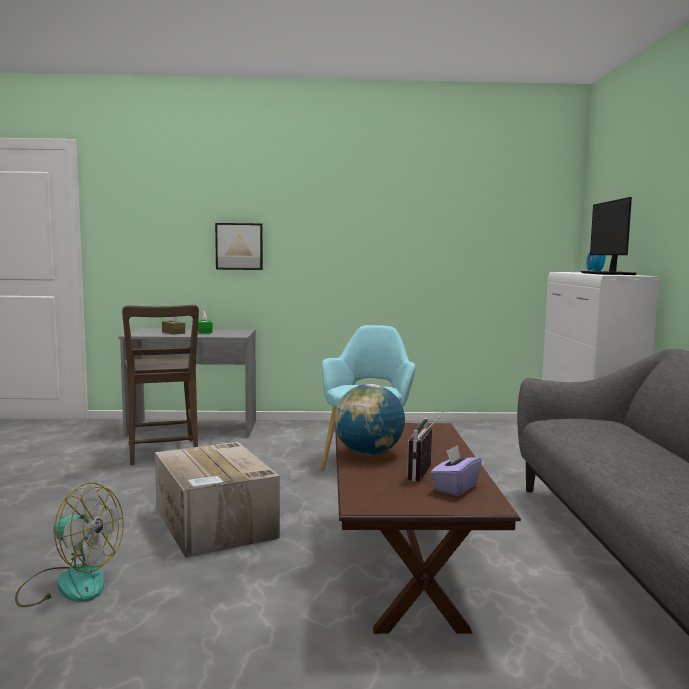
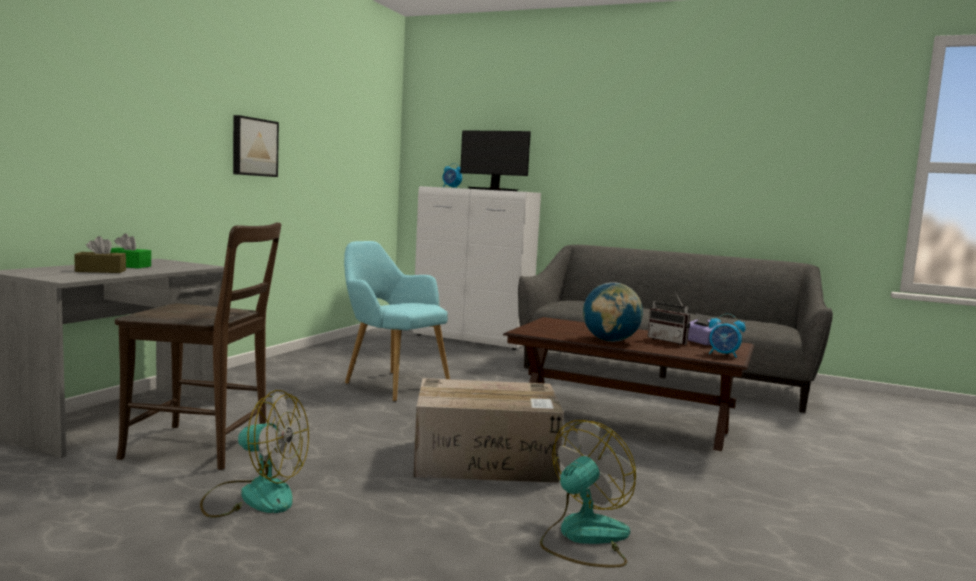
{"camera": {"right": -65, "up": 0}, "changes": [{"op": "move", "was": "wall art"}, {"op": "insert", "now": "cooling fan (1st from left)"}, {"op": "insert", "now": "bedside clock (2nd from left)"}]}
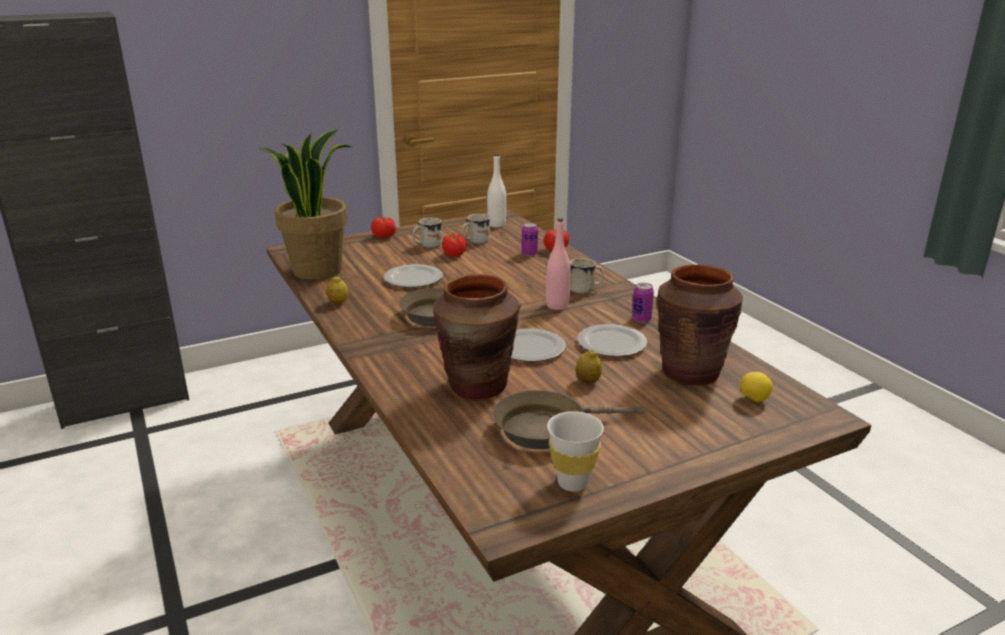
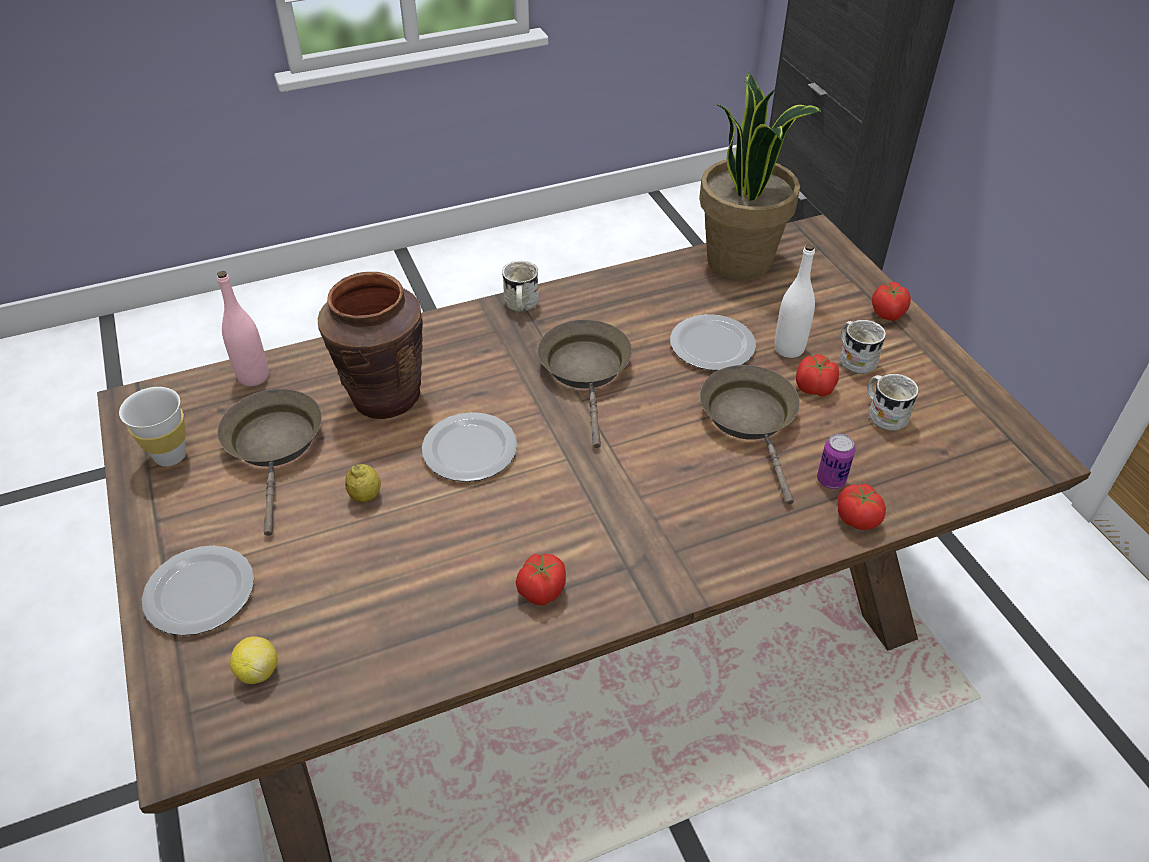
{"camera": {"right": 95, "up": 20}, "changes": [{"op": "delete", "was": "lemon (1st from left)"}, {"op": "move", "was": "beverage bottle in white"}, {"op": "move", "was": "beverage bottle in pink"}, {"op": "move", "was": "mug in white (3rd from left in the first image)", "now": "mug in white (1st from left)"}, {"op": "move", "was": "flat dish (3rd from left in the first image)", "now": "flat dish (1st from left)"}, {"op": "replace", "was": "can (2nd from left)", "now": "tomato (1st from left)"}, {"op": "delete", "was": "flower vase in brownish (2nd from left)"}, {"op": "insert", "now": "pan in brownish (3rd from left)"}]}
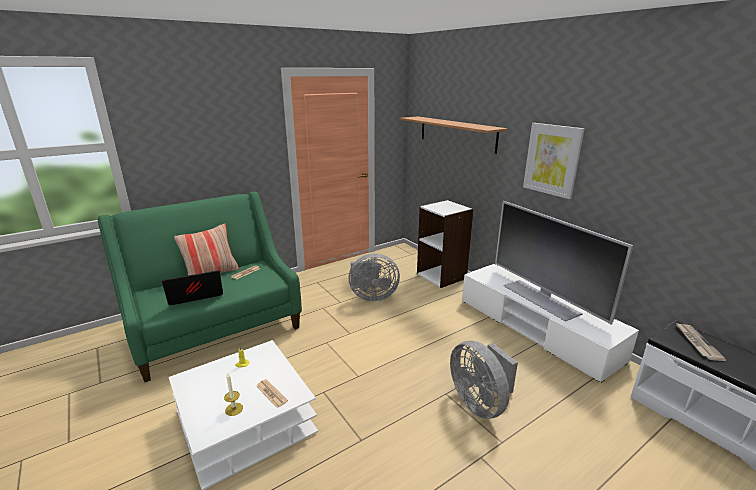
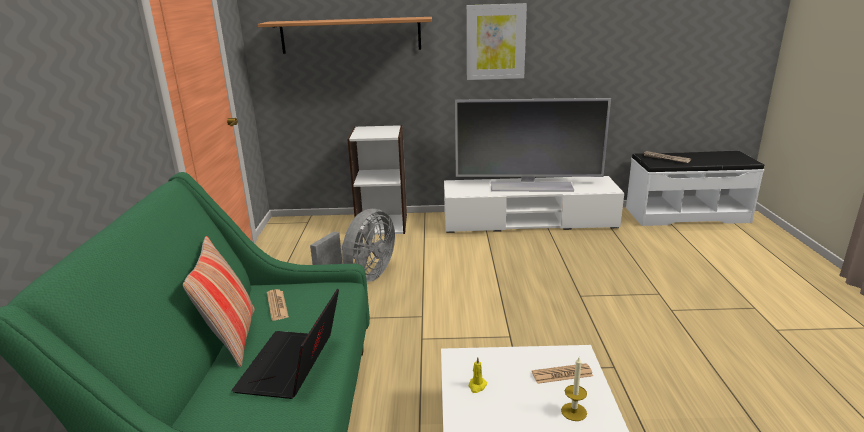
{"camera": {"right": -55, "up": 0}, "changes": [{"op": "delete", "was": "cooling fan in gray (2nd from left)"}]}
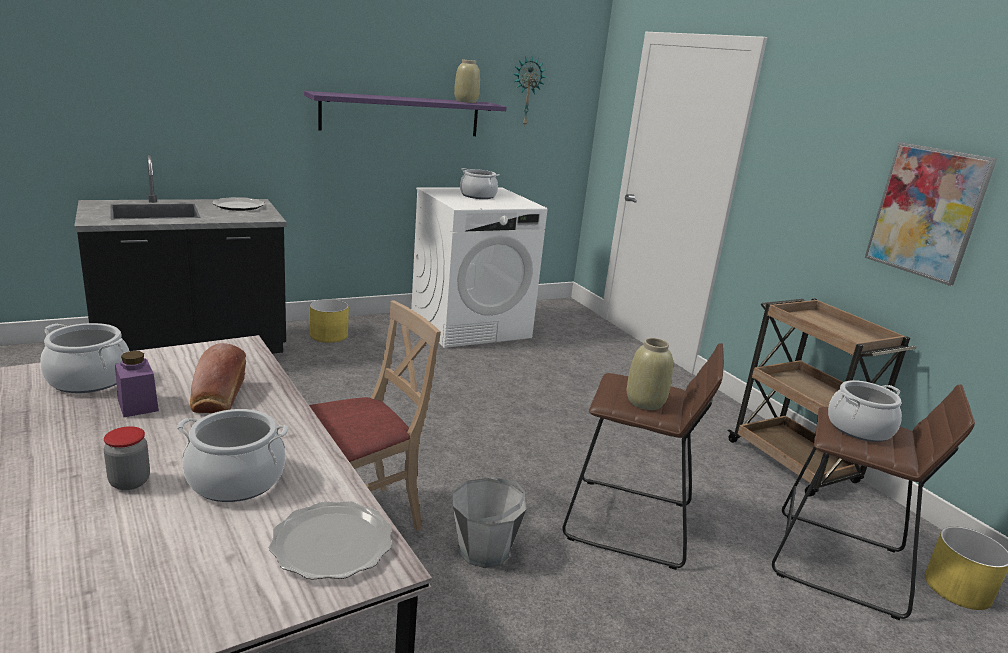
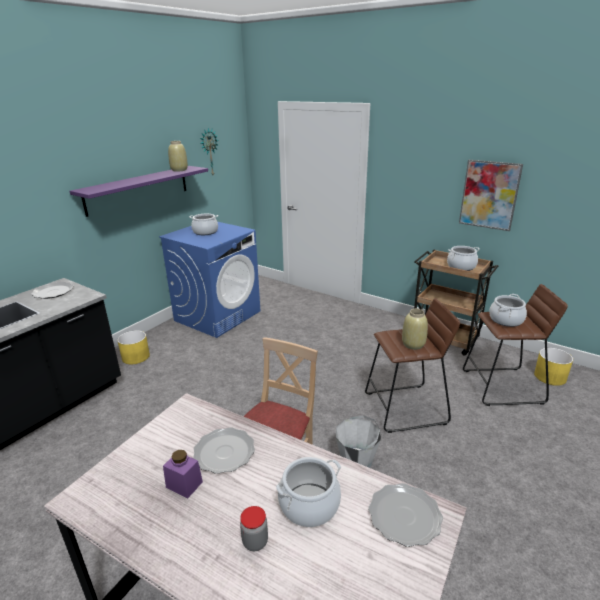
{"camera": {"right": -25, "up": 5}, "changes": [{"op": "move", "was": "stockpot (1st from left in the first image)", "now": "stockpot (3rd from left)"}, {"op": "replace", "was": "bakery bread", "now": "flat dish (2nd from left)"}, {"op": "recolor", "was": "laundry machine in white", "now": "laundry machine in blue-coloured"}]}
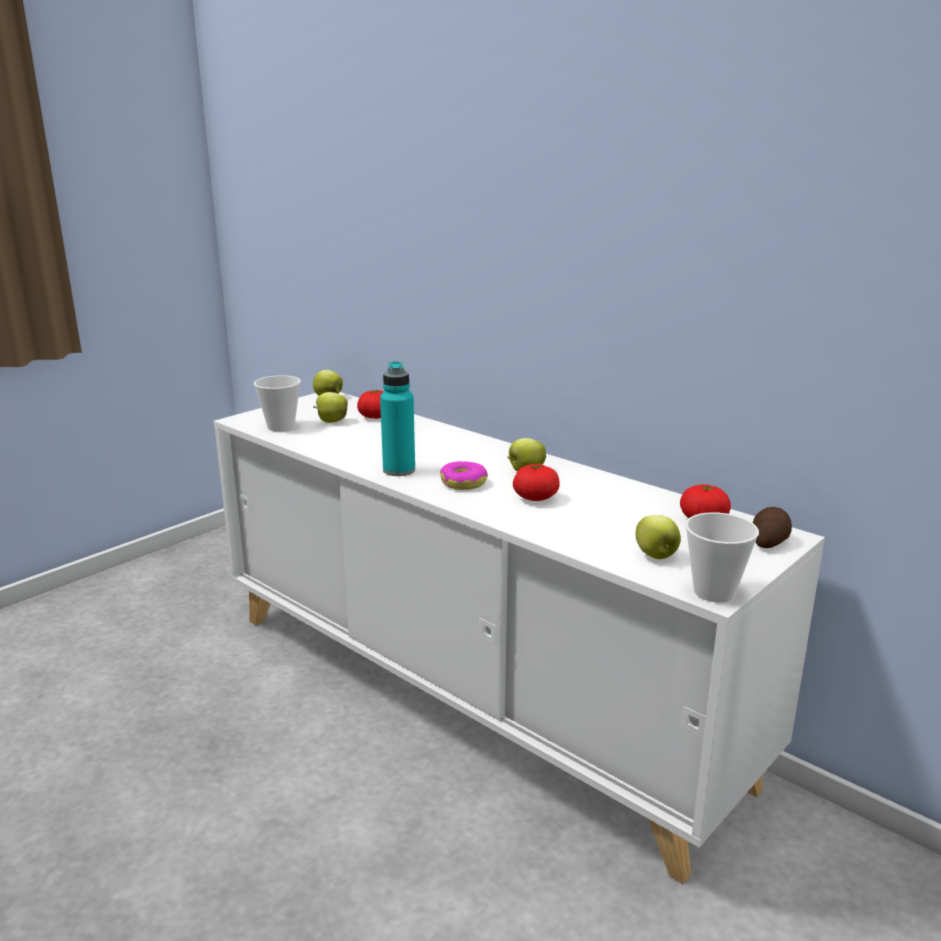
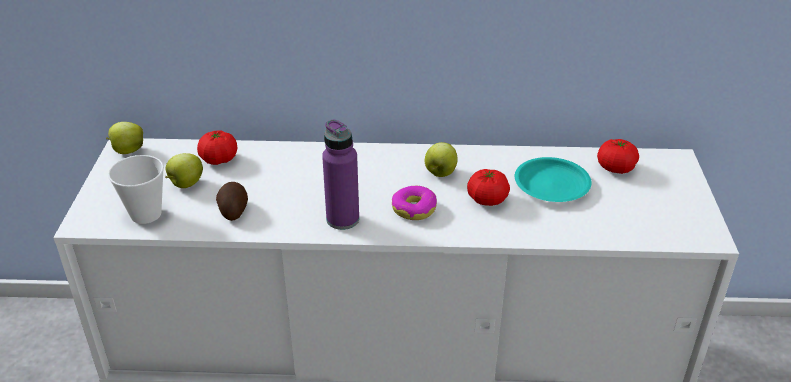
{"camera": {"right": -40, "up": 15}, "changes": [{"op": "recolor", "was": "beverage bottle in blue-green", "now": "beverage bottle in purple"}, {"op": "delete", "was": "apple (4th from left)"}, {"op": "delete", "was": "cup (2nd from left)"}, {"op": "move", "was": "whole potato"}, {"op": "insert", "now": "flat dish in blue-green"}]}
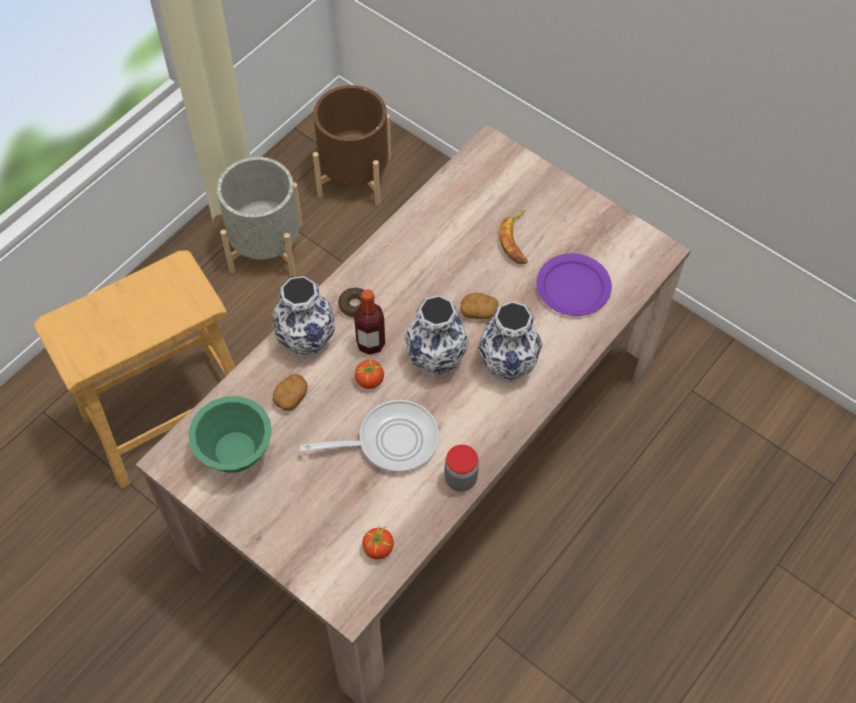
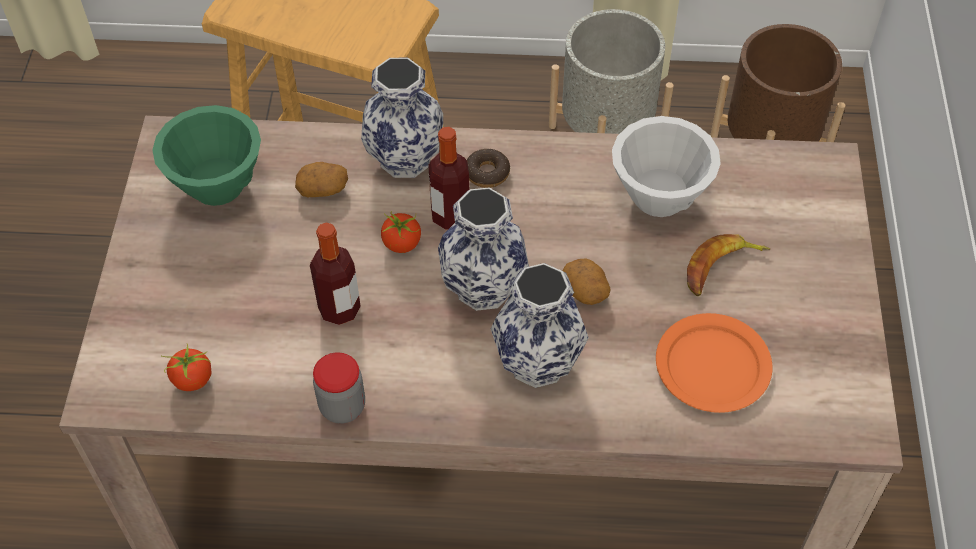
{"camera": {"right": 55, "up": -5}, "changes": [{"op": "replace", "was": "pan", "now": "beverage bottle (1st from left)"}, {"op": "recolor", "was": "flat dish in purple", "now": "flat dish in orange-coloured"}, {"op": "insert", "now": "serving bowl in white"}]}
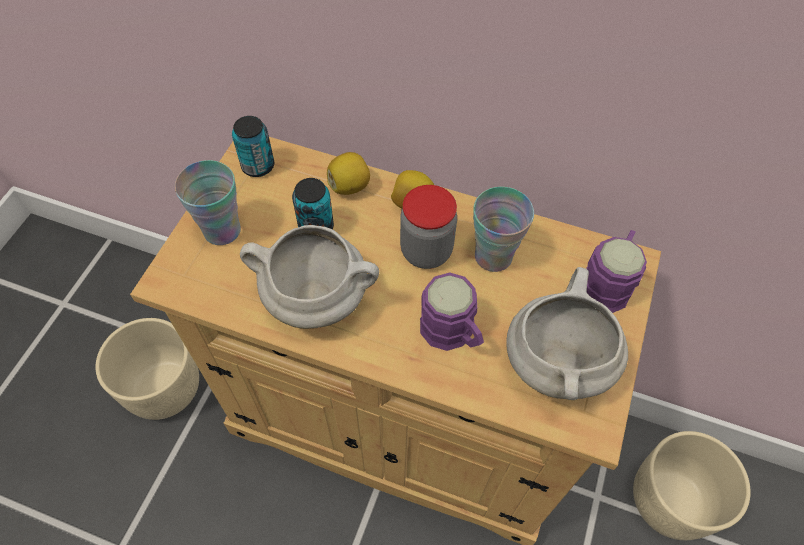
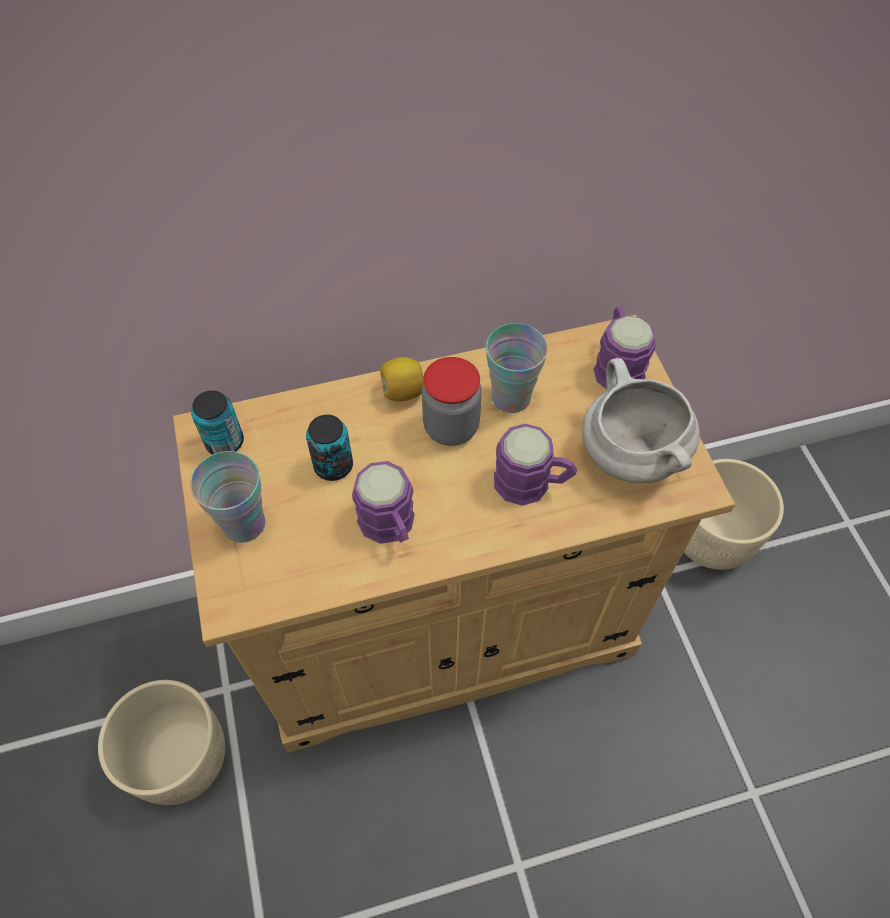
{"camera": {"right": -35, "up": 0}, "changes": [{"op": "replace", "was": "stockpot in white (1st from left)", "now": "mug in purple (1st from left)"}, {"op": "delete", "was": "lemon (1st from left)"}]}
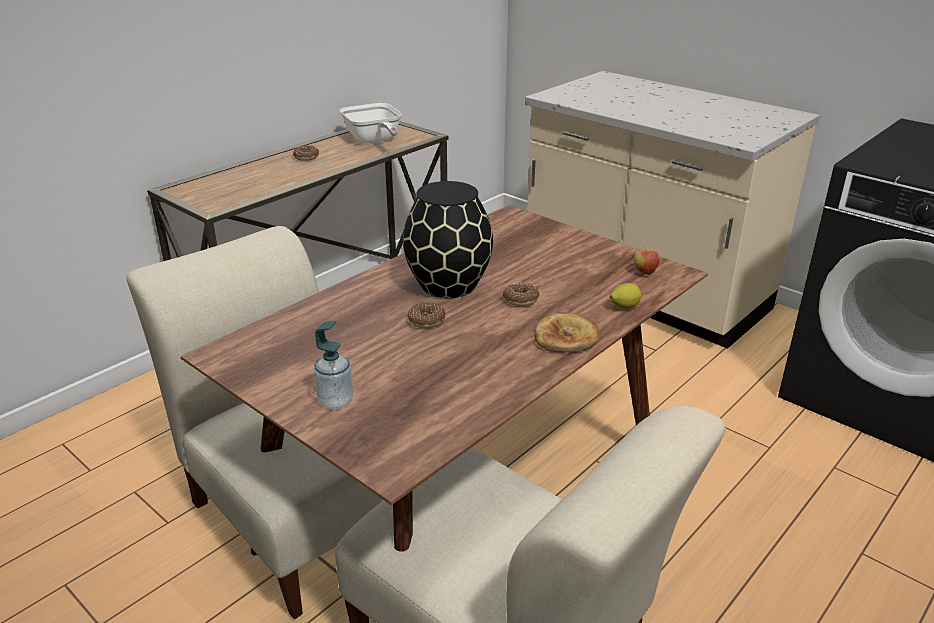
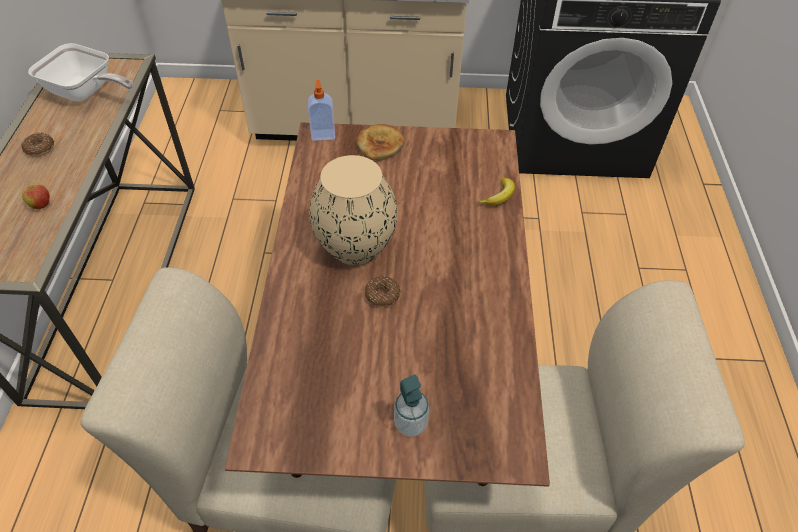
{"camera": {"right": -40, "up": 20}, "changes": [{"op": "recolor", "was": "flower vase in black", "now": "flower vase in beige-coloured"}, {"op": "delete", "was": "donut (3rd from left)"}, {"op": "move", "was": "bakery bread"}, {"op": "replace", "was": "lemon", "now": "whole banana"}, {"op": "move", "was": "apple"}, {"op": "insert", "now": "soap bottle (1st from left)"}]}
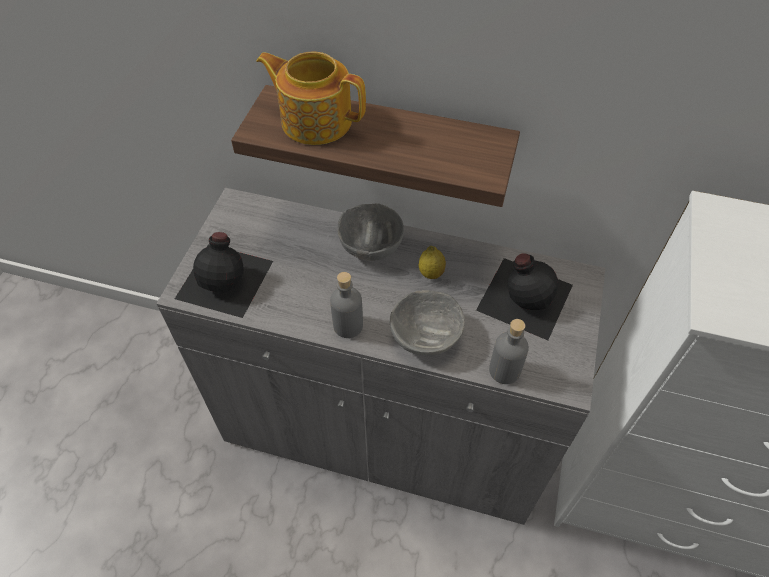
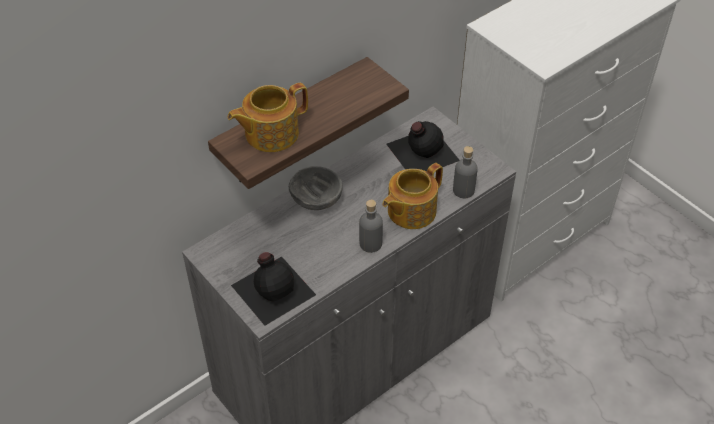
{"camera": {"right": -55, "up": -5}, "changes": [{"op": "replace", "was": "serving bowl in gray (2nd from left)", "now": "tea pot (2nd from left)"}, {"op": "delete", "was": "lemon"}]}
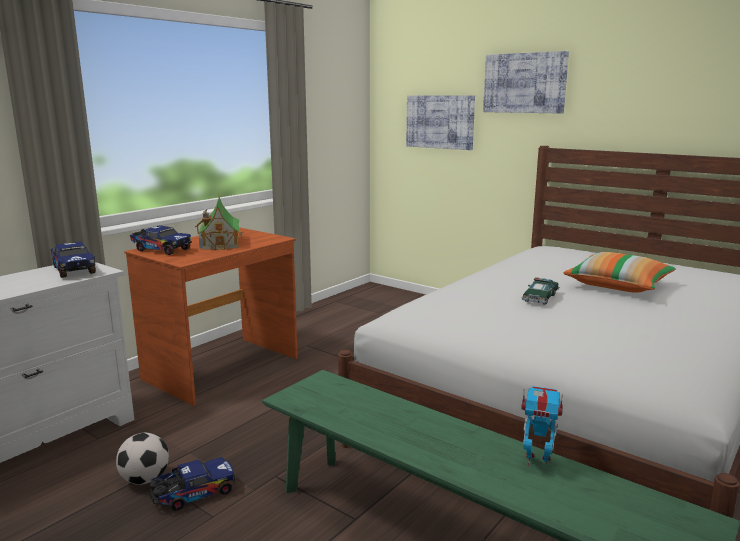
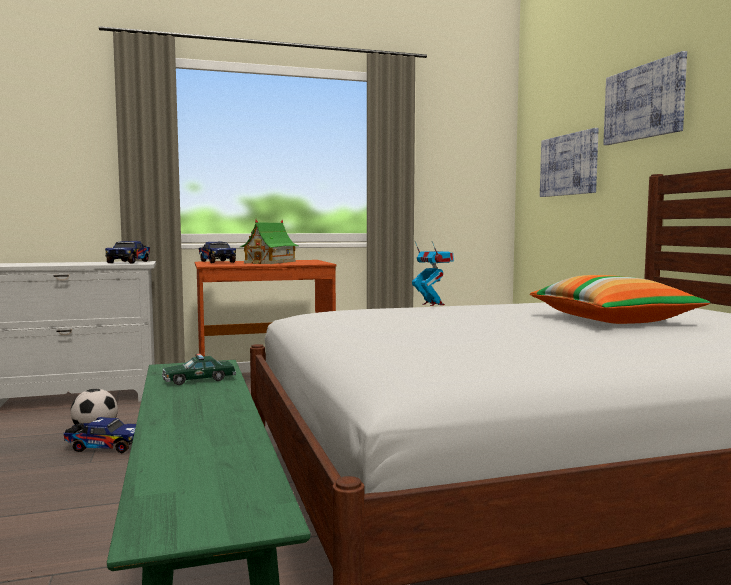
{"camera": {"right": 35, "up": -10}, "changes": [{"op": "move", "was": "model car"}, {"op": "move", "was": "model robot"}]}
